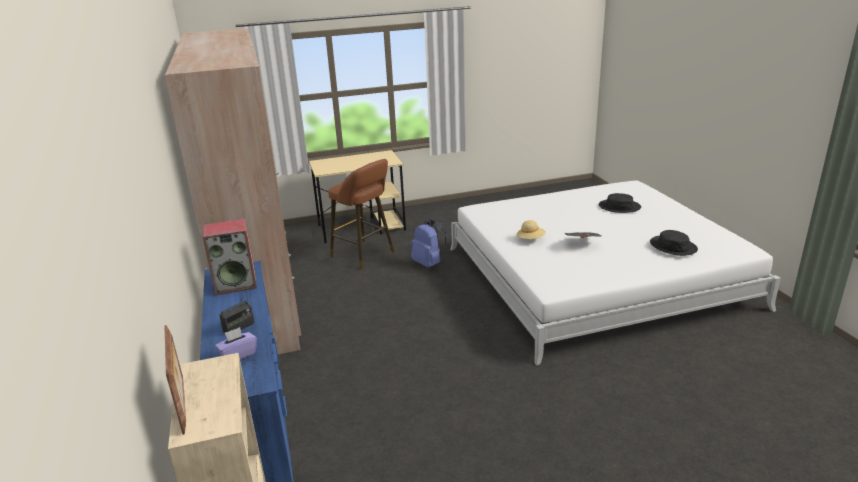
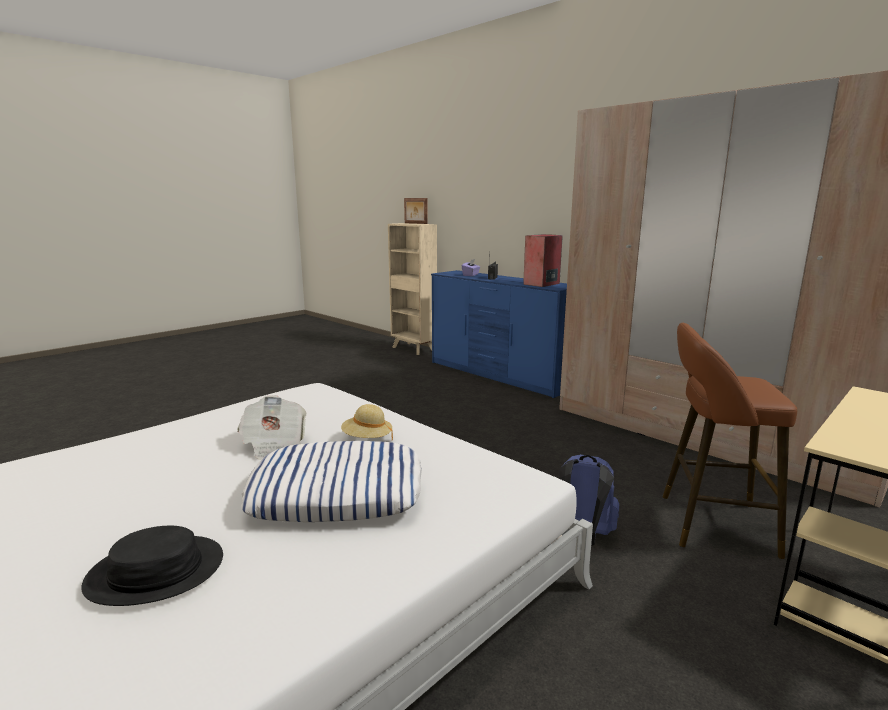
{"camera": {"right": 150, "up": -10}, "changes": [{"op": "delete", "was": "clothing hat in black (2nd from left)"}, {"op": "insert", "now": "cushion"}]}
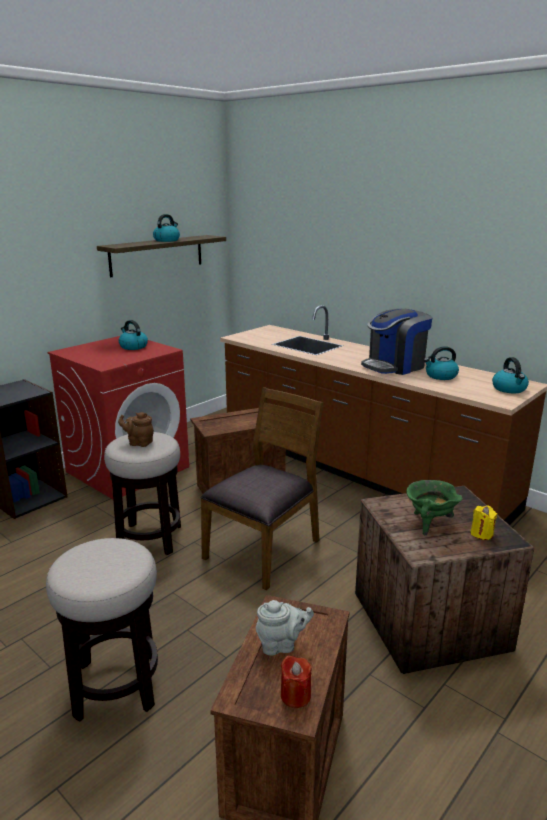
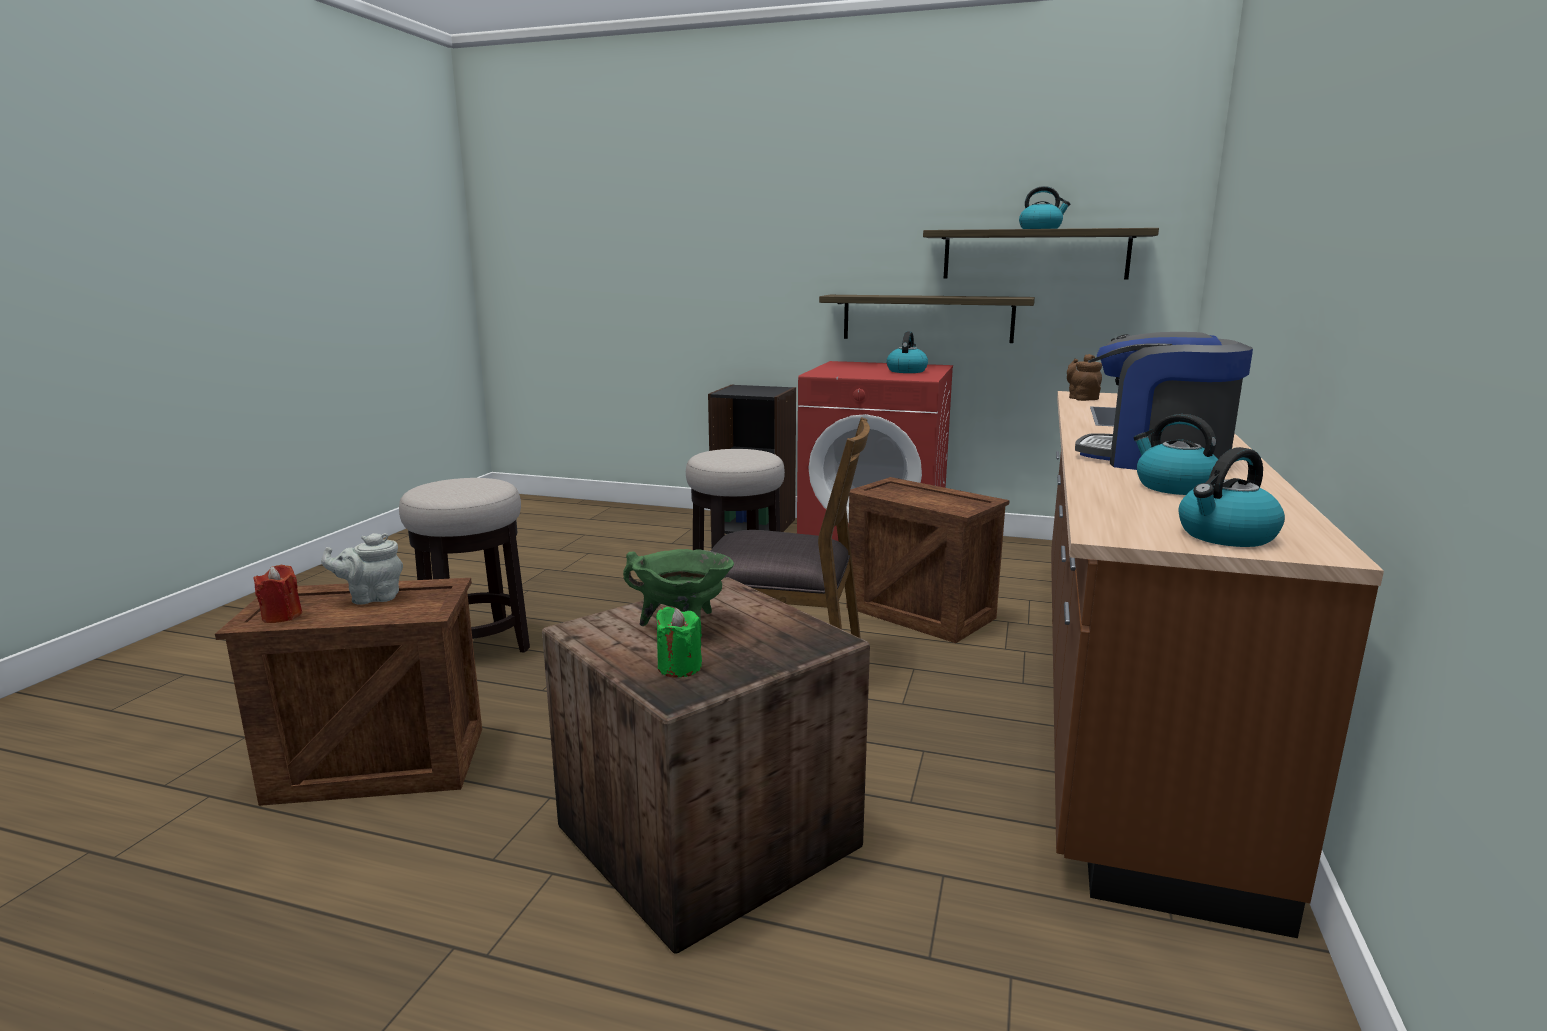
{"camera": {"right": 65, "up": -5}, "changes": [{"op": "move", "was": "tea pot in brownish"}, {"op": "rotate", "was": "tea pot in gray", "clockwise": 105}, {"op": "recolor", "was": "wax light in yellow", "now": "wax light in green-coloured"}, {"op": "insert", "now": "wall shelf (1st from left)"}]}
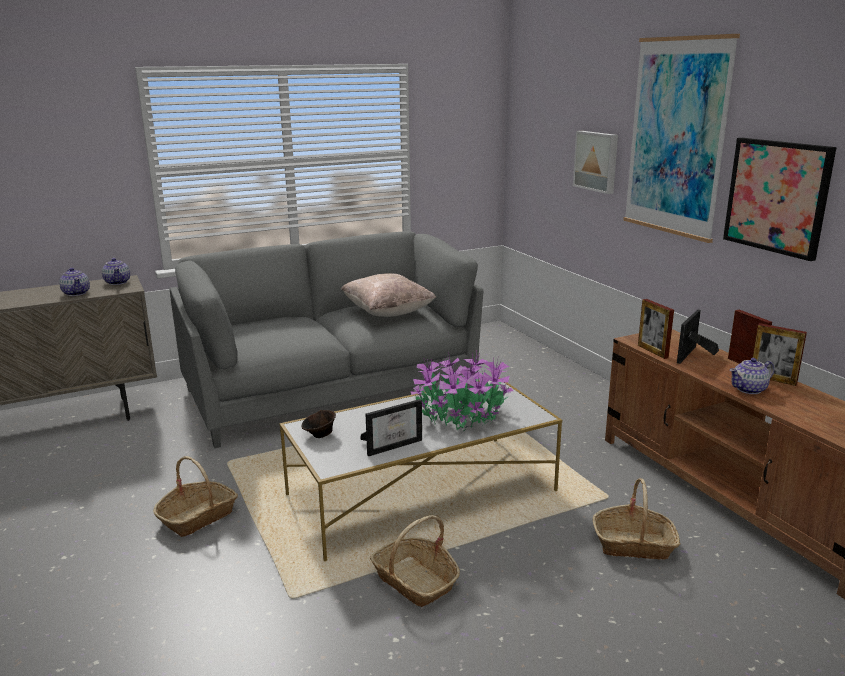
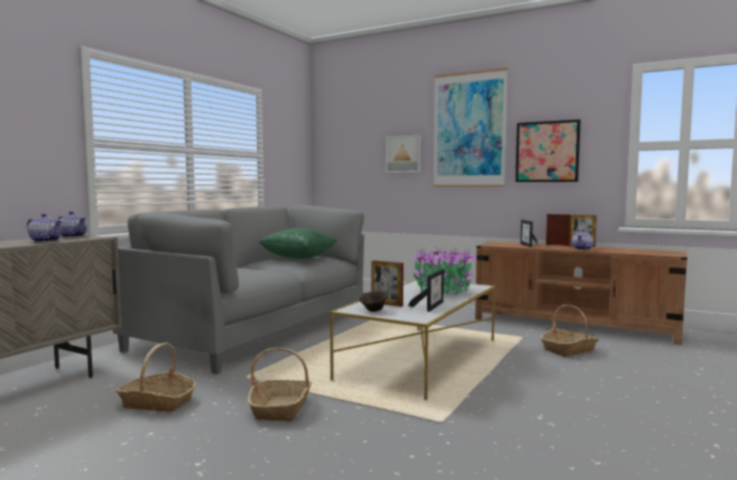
{"camera": {"right": -35, "up": -15}, "changes": [{"op": "recolor", "was": "cushion in beige-coloured", "now": "cushion in green-coloured"}, {"op": "move", "was": "household basket (2nd from left in the first image)", "now": "household basket (1st from left)"}, {"op": "move", "was": "photo frame (2nd from left in the first image)", "now": "photo frame (1st from left)"}]}
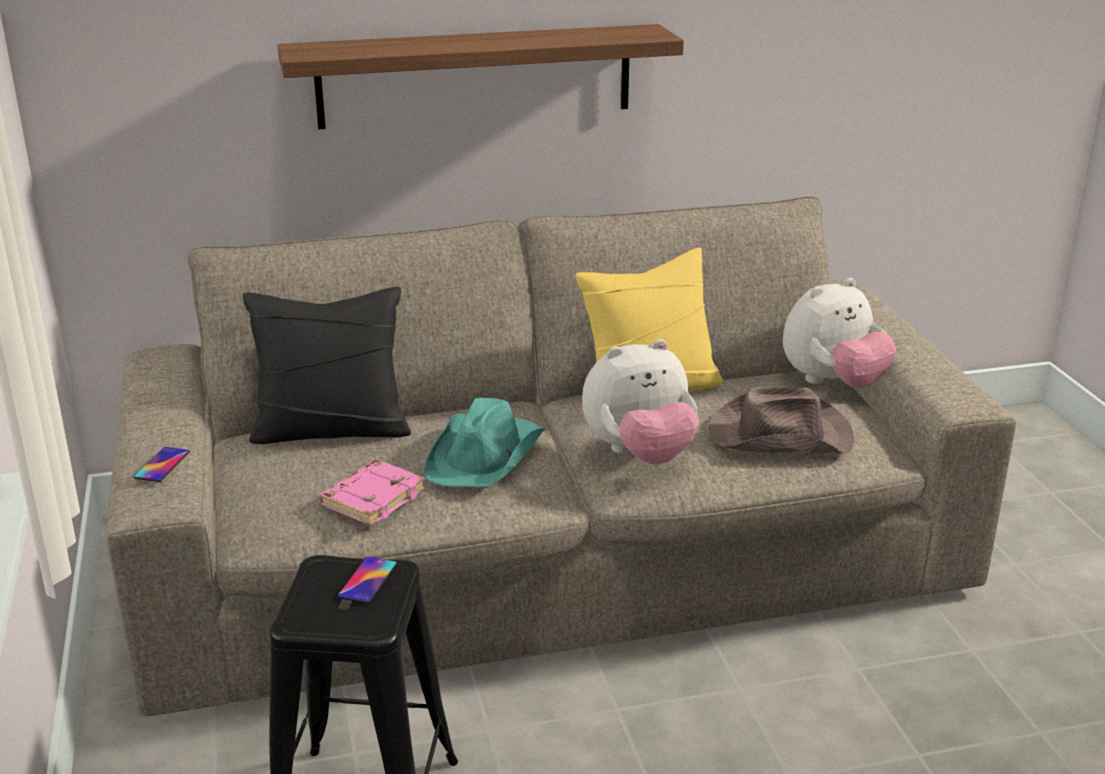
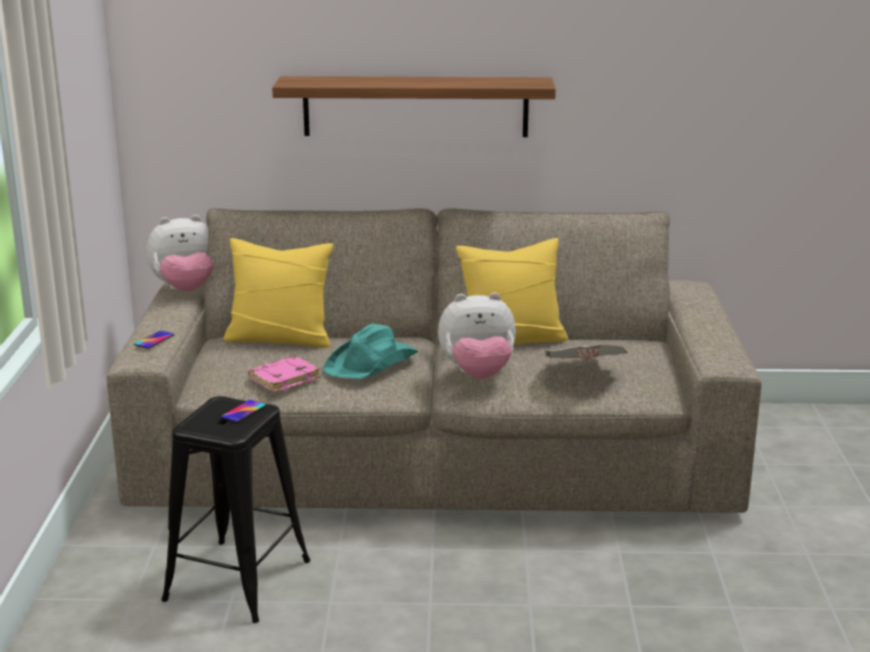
{"camera": {"right": 15, "up": -5}, "changes": [{"op": "recolor", "was": "cushion in black", "now": "cushion in yellow (1st from left)"}, {"op": "replace", "was": "clothing hat in brownish", "now": "daily paper"}, {"op": "move", "was": "soft toy (2nd from left in the first image)", "now": "soft toy (1st from left)"}]}
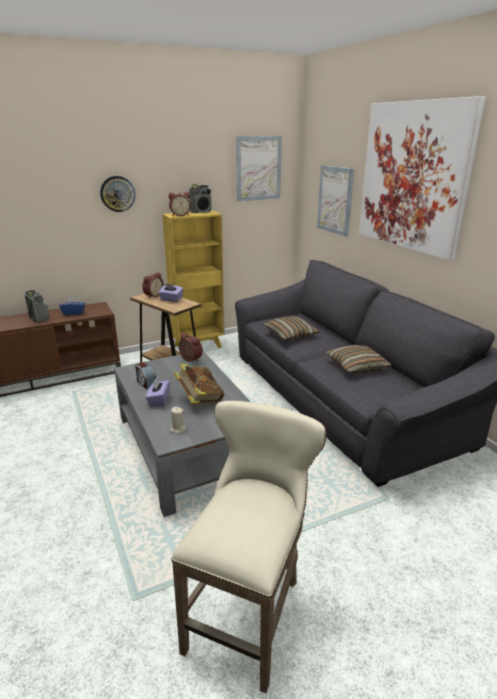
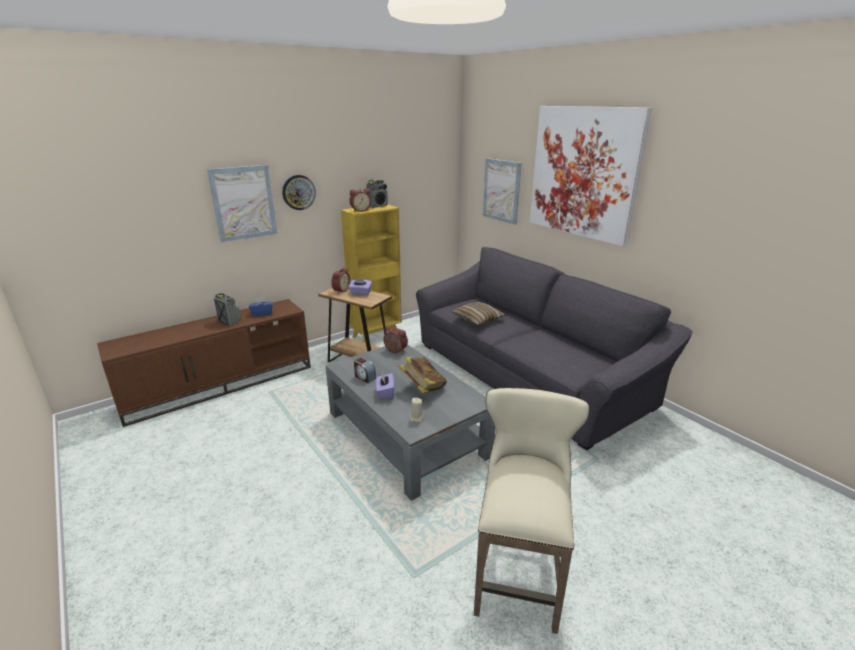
{"camera": {"right": -10, "up": 0}, "changes": [{"op": "move", "was": "wall art (1st from left)"}, {"op": "delete", "was": "cushion (2nd from left)"}]}
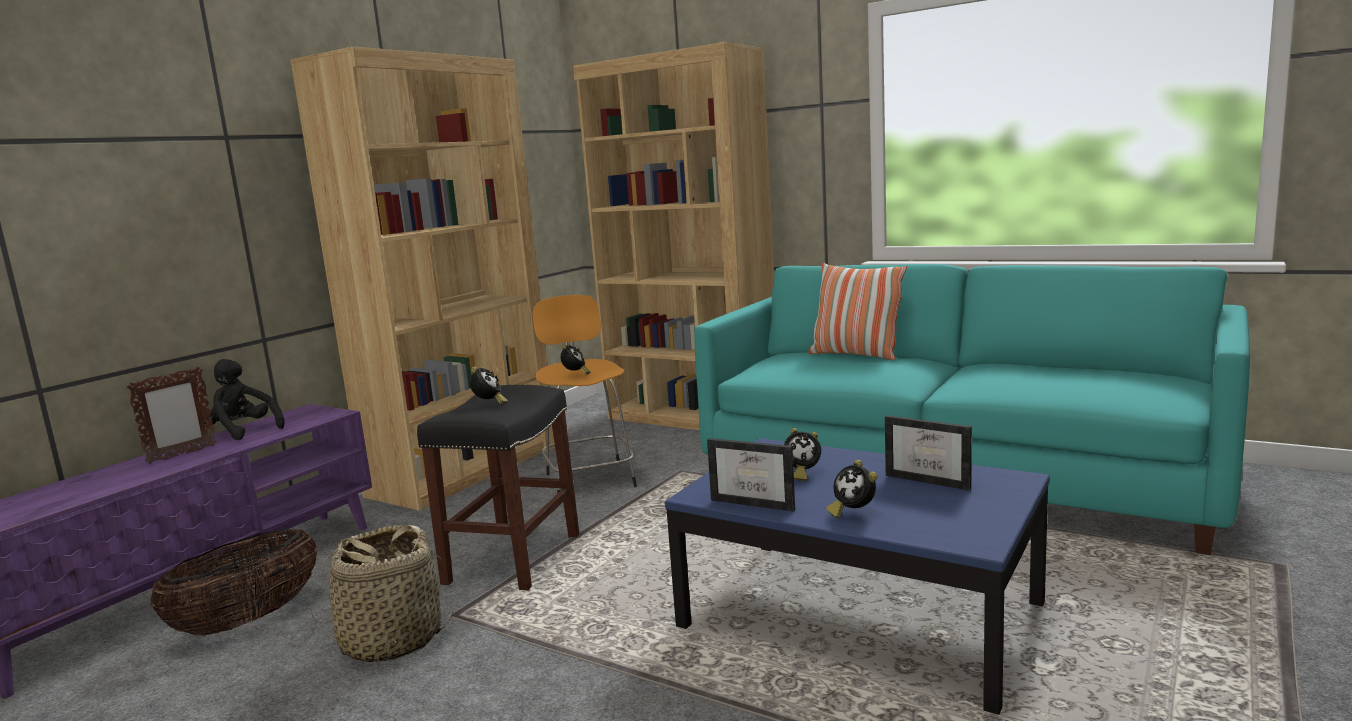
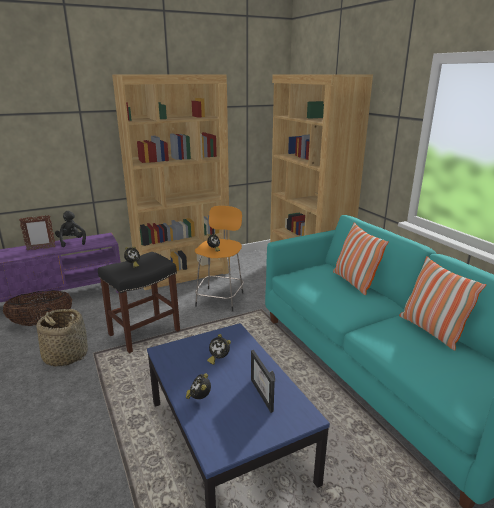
{"camera": {"right": 30, "up": 10}, "changes": [{"op": "delete", "was": "photo frame (2nd from left)"}, {"op": "insert", "now": "cushion (2nd from left)"}]}
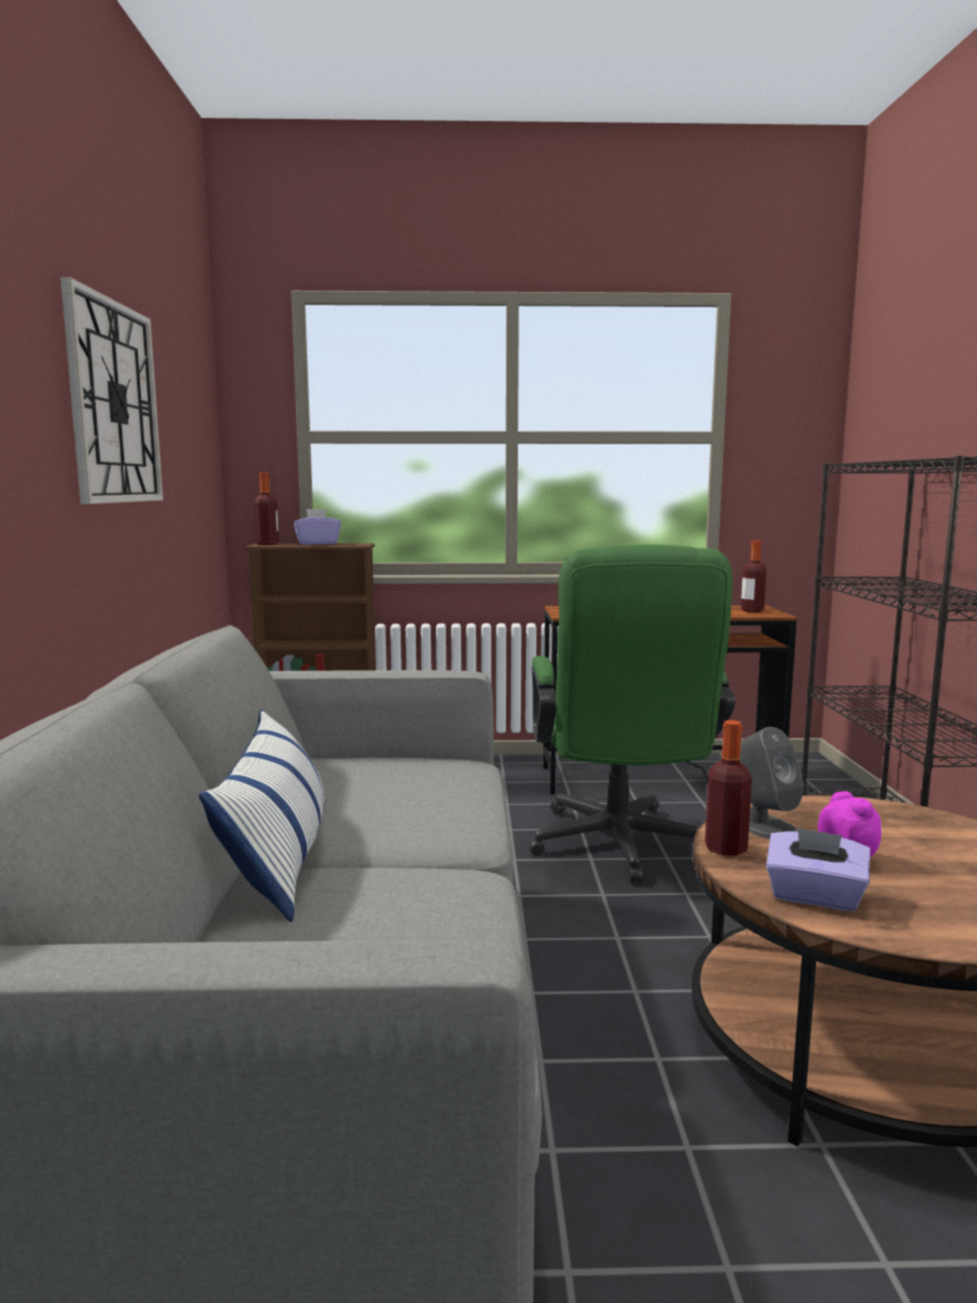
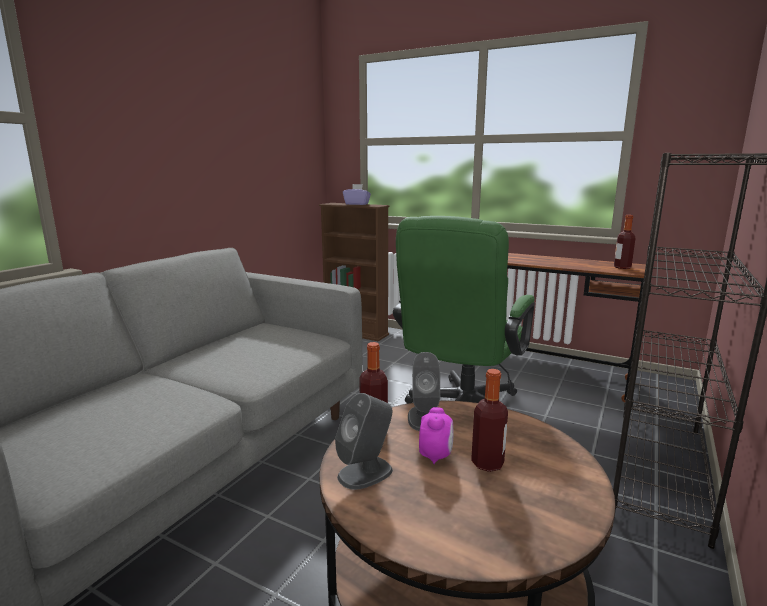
{"camera": {"right": 30, "up": 5}, "changes": [{"op": "delete", "was": "wall clock"}, {"op": "delete", "was": "cushion"}, {"op": "move", "was": "beverage bottle (1st from left in the first image)", "now": "beverage bottle (2nd from left)"}, {"op": "replace", "was": "tissue box in purple (2nd from left)", "now": "loudspeaker in gray (1st from left)"}]}
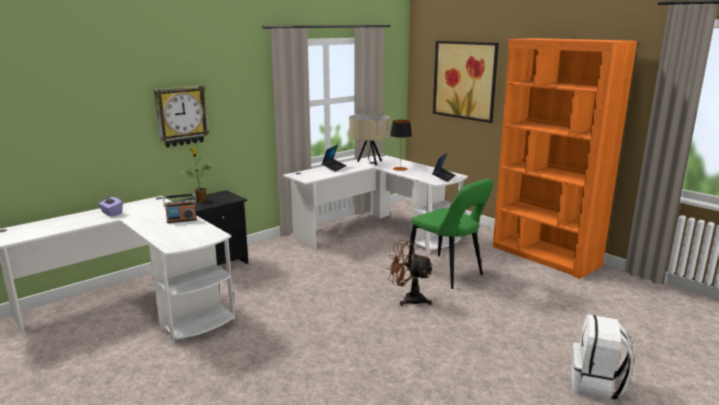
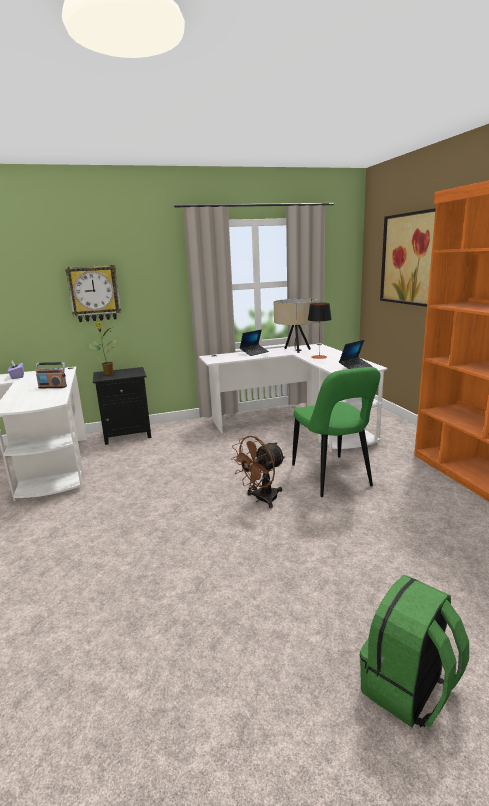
{"camera": {"right": 25, "up": 0}, "changes": [{"op": "rotate", "was": "cooling fan in brownish", "clockwise": -90}, {"op": "recolor", "was": "knapsack in white", "now": "knapsack in green-coloured"}]}
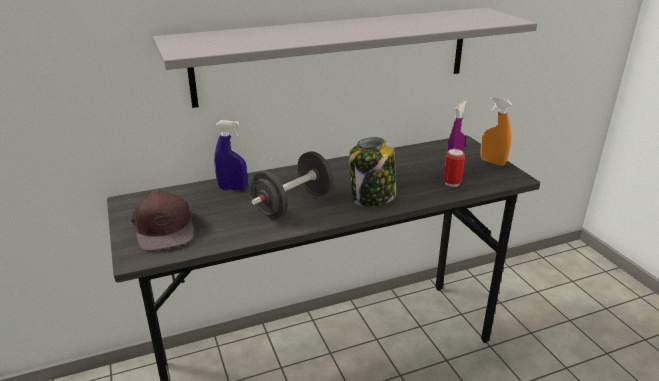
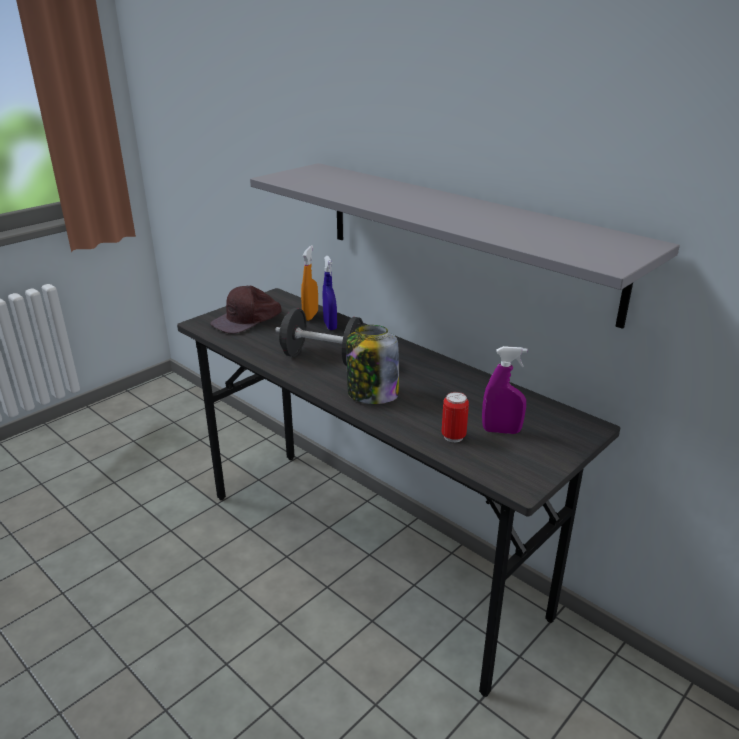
{"camera": {"right": 65, "up": 0}, "changes": [{"op": "move", "was": "hand sprayer in orange-coloured"}]}
